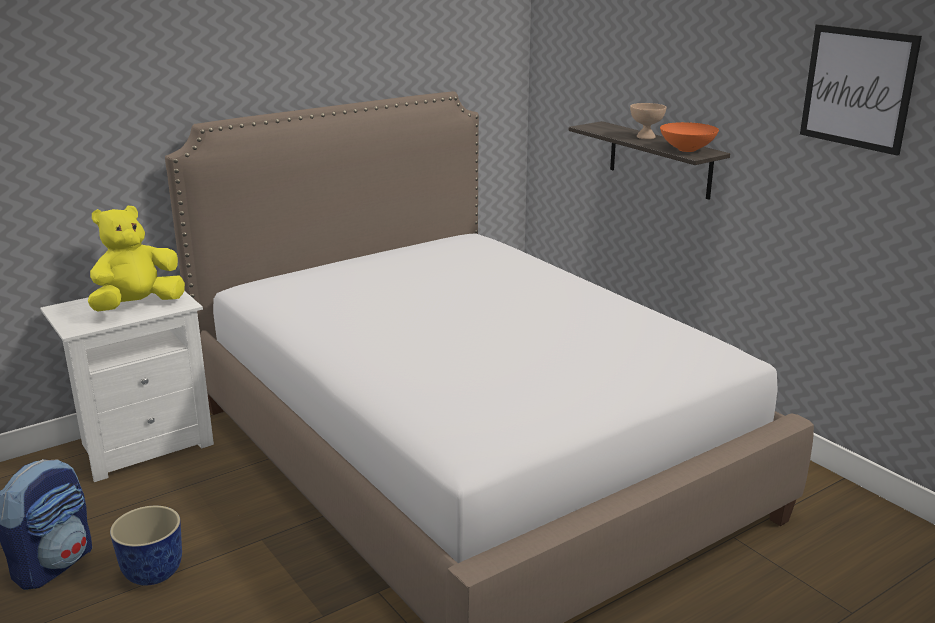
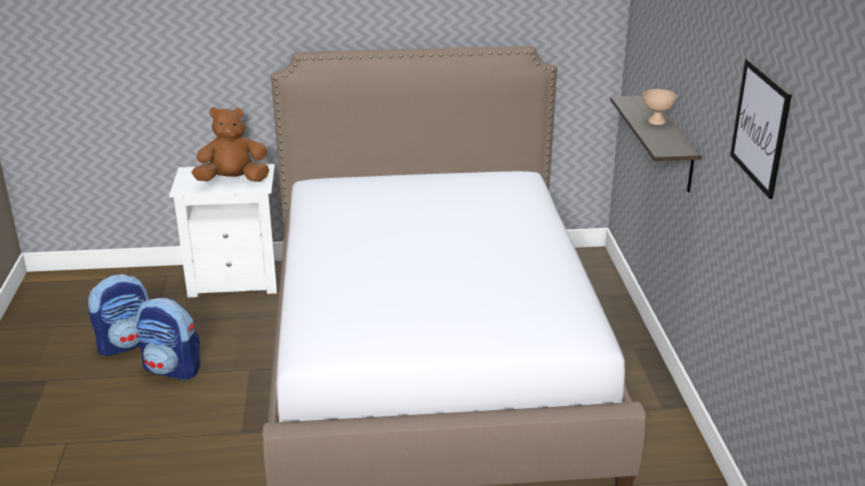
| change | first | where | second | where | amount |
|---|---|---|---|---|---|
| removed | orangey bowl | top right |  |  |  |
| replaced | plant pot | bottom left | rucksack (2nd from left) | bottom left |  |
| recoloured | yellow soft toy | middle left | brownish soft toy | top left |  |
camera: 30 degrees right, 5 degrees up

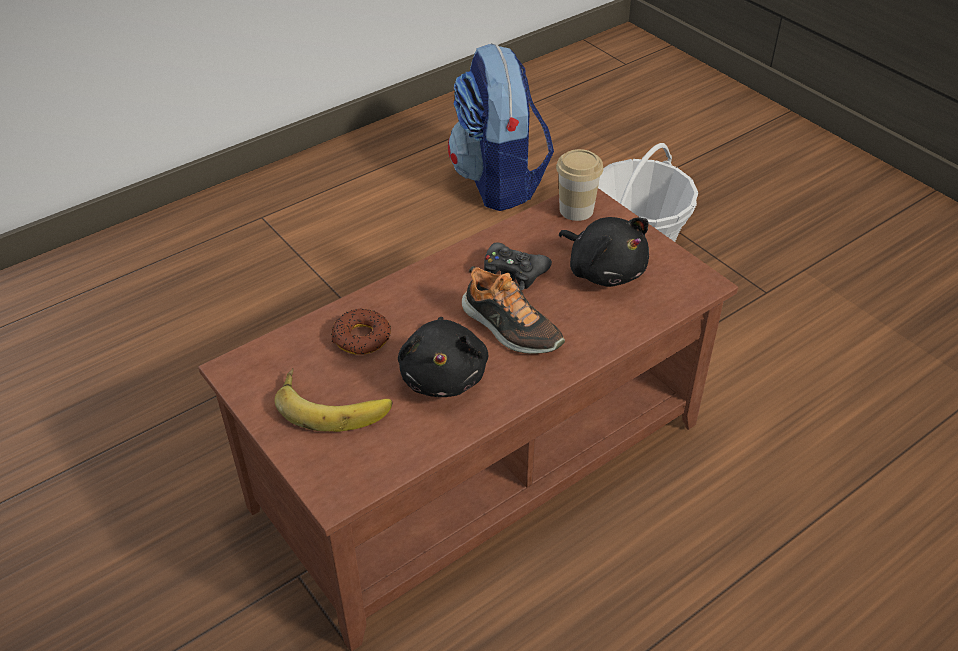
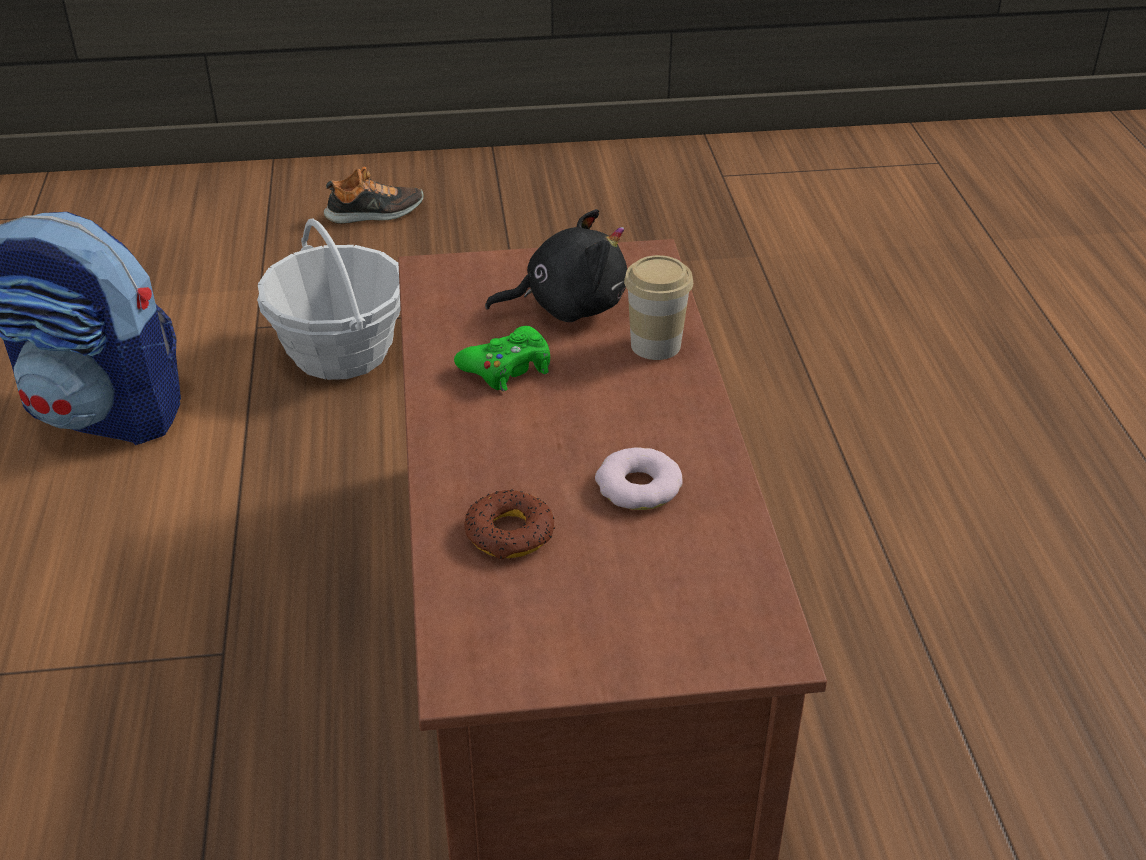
| change | first | where | second | where | amount |
|---|---|---|---|---|---|
| removed | whole banana | centre |  |  |  |
| moved | low shoe | centre |  | top left |  |
| moved | small cup | top centre |  | centre |  |
| replaced | black soft toy (1st from left) | centre | donut (2nd from left) | centre |  |
| recoloured | black game controller | centre | green-coloured game controller | centre |  |
camera: 60 degrees left, 5 degrees down

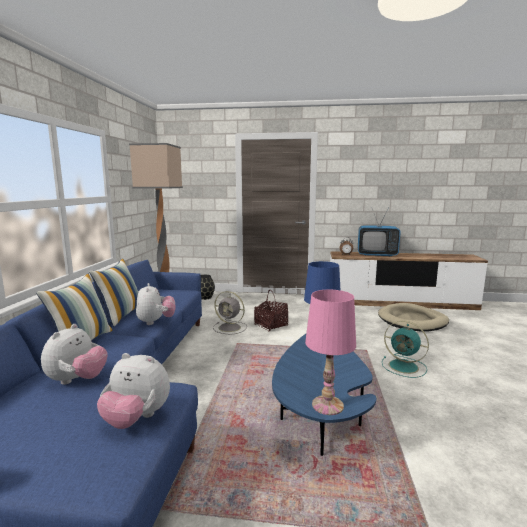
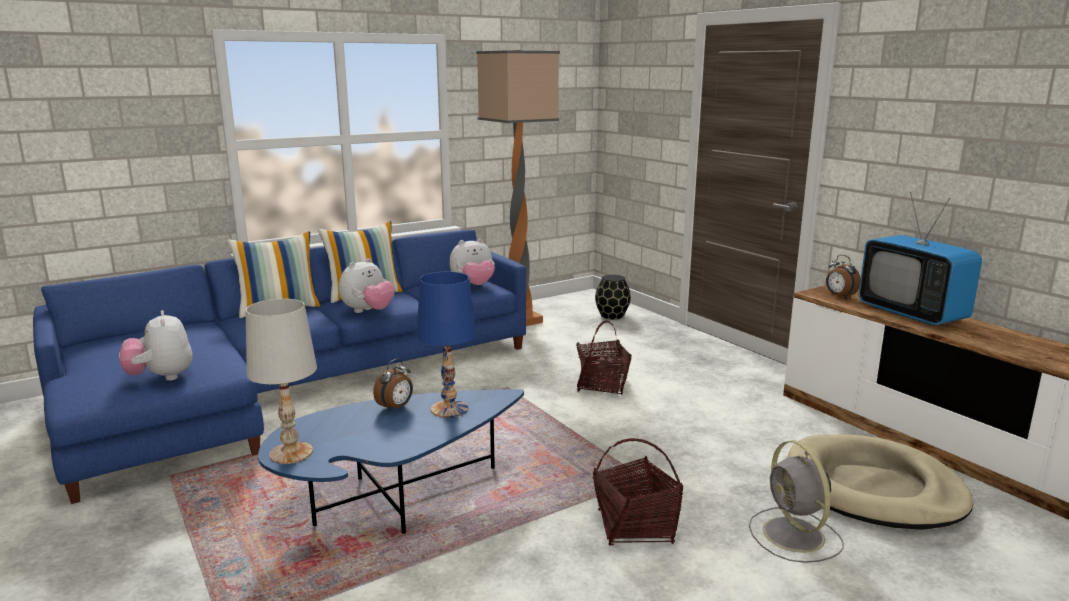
| change | first | where | second | where | amount |
|---|---|---|---|---|---|
| added |  |  | alarm clock (1st from left) | centre |  |
| moved | soft toy (1st from left in the first image) | bottom left | soft toy (3rd from left) | centre |  |
| moved | gray electric fan | centre |  | bottom right |  |
| replaced | turquoise-coloured electric fan | middle right | household basket (2nd from left) | bottom centre |  |
| recoloured | pink lamp for a table | bottom centre | white-coloured lamp for a table | middle left |  |
camera: 50 degrees right, 5 degrees up

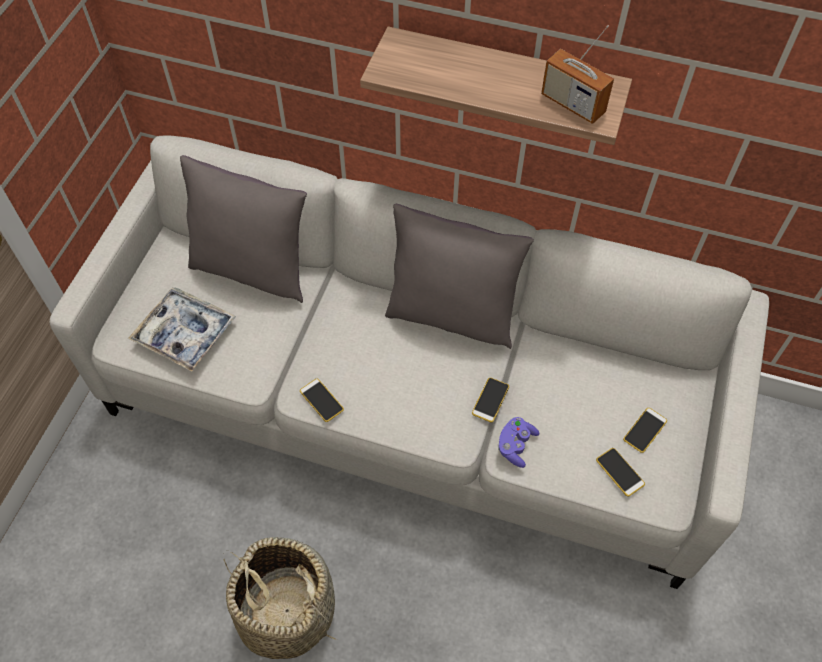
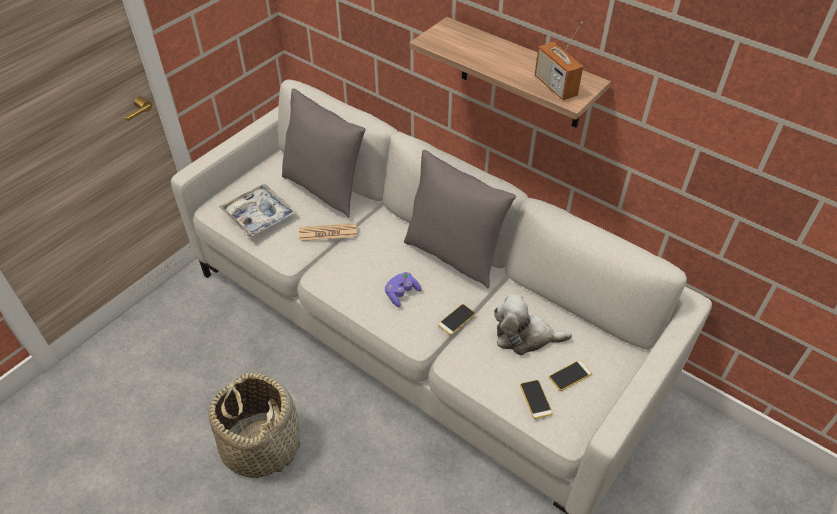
| change | first | where | second | where | amount |
|---|---|---|---|---|---|
| removed | handset (1st from left) | centre |  |  |  |
| added |  |  | printed paper | centre |  |
| added |  |  | soft toy | centre |  |
| moved | purplish game controller | bottom centre |  | centre |  |
camera: 20 degrees right, 10 degrees down

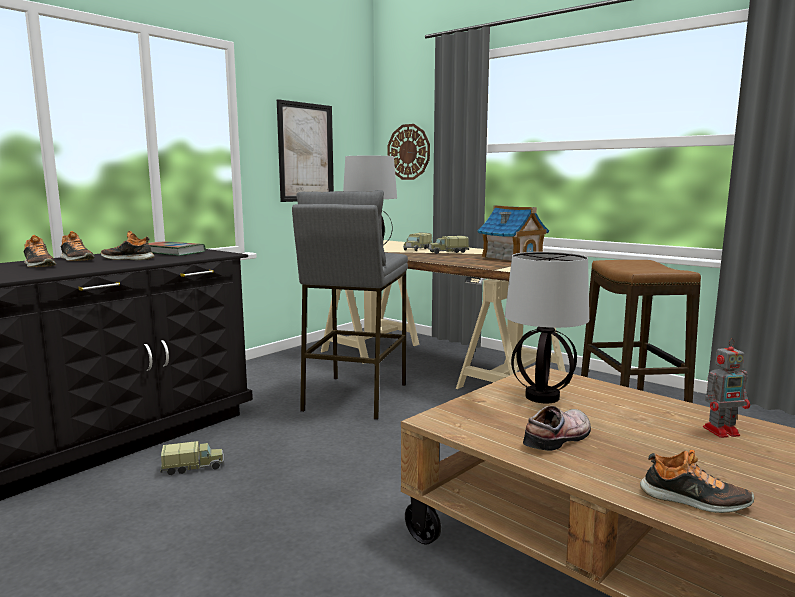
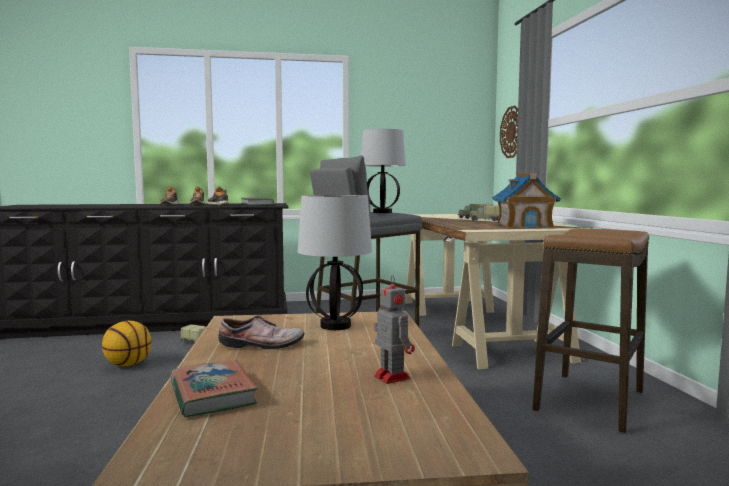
| change | first | where | second | where | amount |
|---|---|---|---|---|---|
| removed | wall picture | top centre |  |  |  |
| added |  |  | basketball | bottom left |  |
| replaced | low shoe (5th from left) | bottom right | bound book (1st from left) | bottom left |  |
| turned | model robot | middle right |  | bottom centre | 150 degrees counterclockwise |
camera: 40 degrees right, 5 degrees down

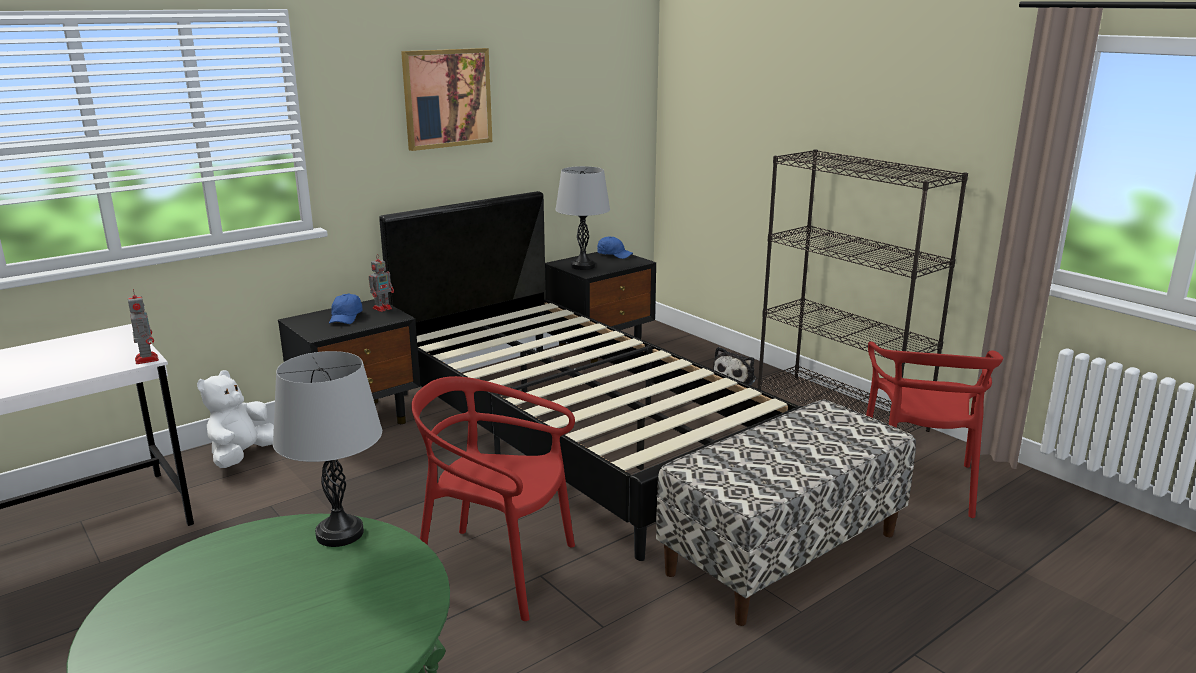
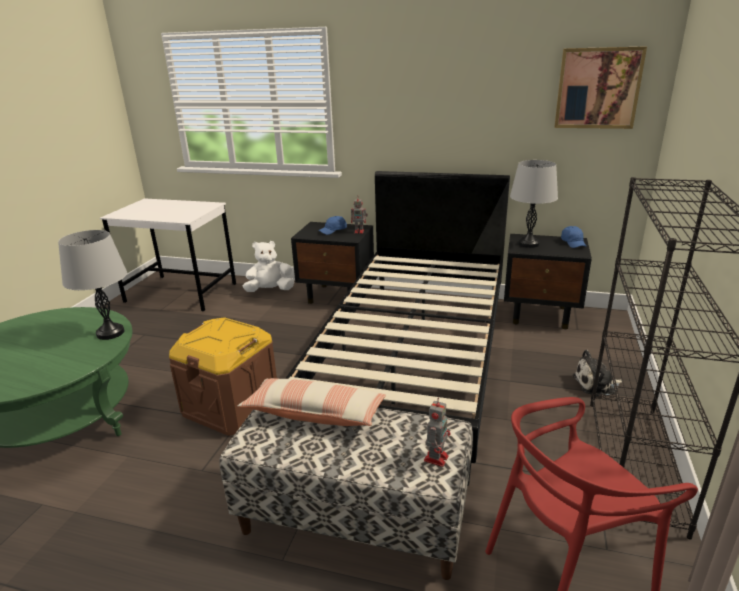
| change | first | where | second | where | amount |
|---|---|---|---|---|---|
| added |  |  | throw pillow | bottom centre |  |
| moved | model robot (1st from left in the first image) | middle left | model robot (2nd from left) | bottom centre |  |
| moved | wall picture | top centre |  | top right |  |
| replaced | red plain chair (1st from left) | bottom centre | brownish storage container | middle left |  |
camera: 55 degrees right, 5 degrees up

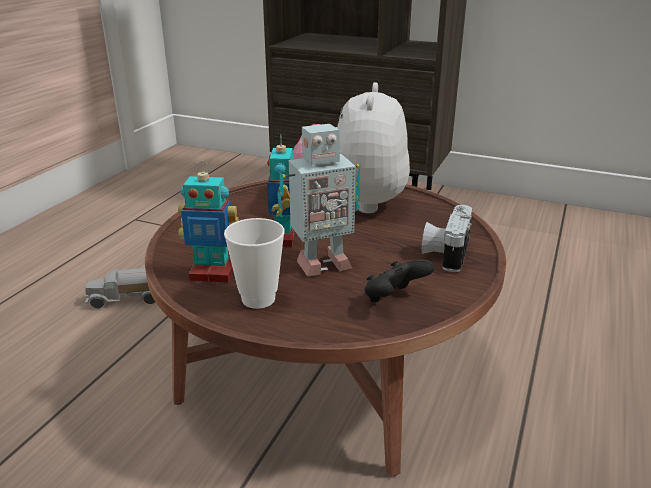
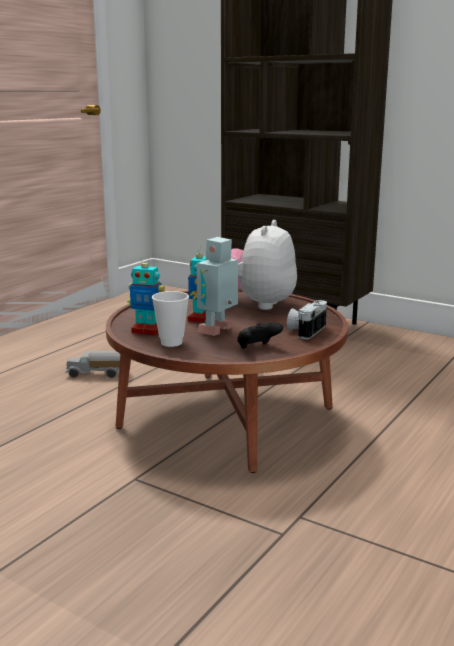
| change | first | where | second | where | amount |
|---|---|---|---|---|---|
| turned | model robot (3rd from left) | centre |  | centre | 135 degrees clockwise |
camera: 10 degrees right, 10 degrees down

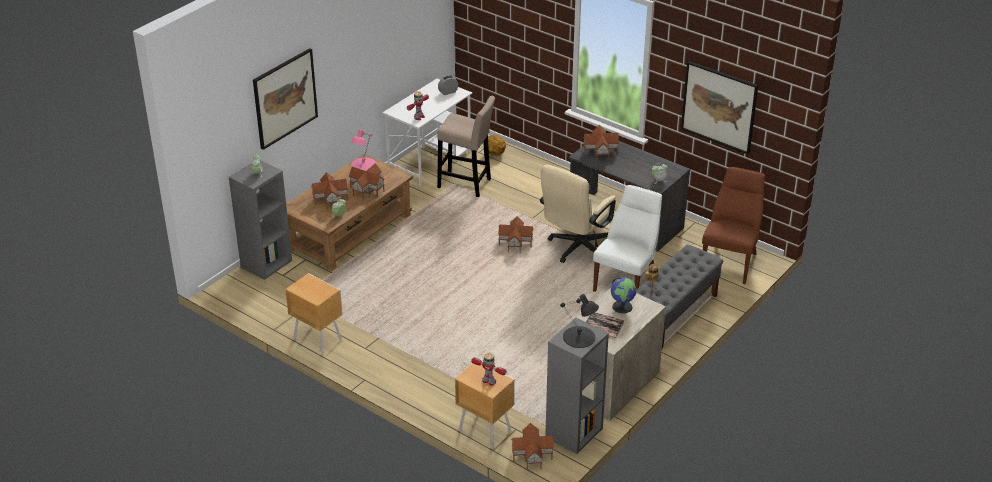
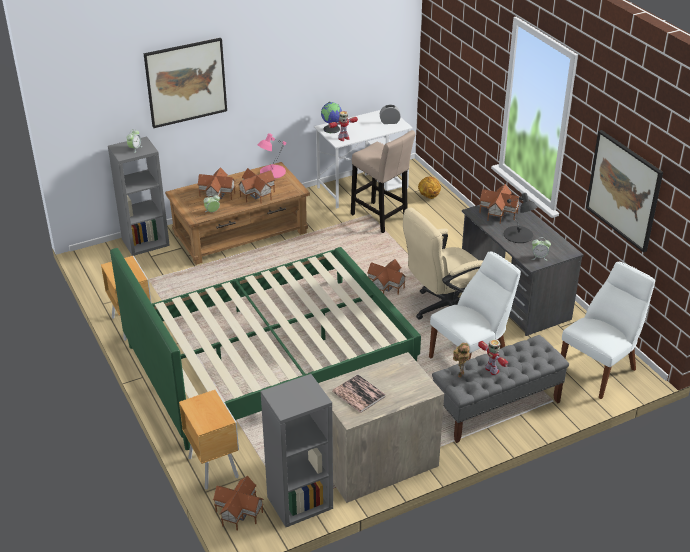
| change | first | where | second | where | amount |
|---|---|---|---|---|---|
| added |  |  | green-coloured bedroom bed | centre |  |
| moved | model robot (2nd from left in the first image) | bottom centre | model robot (3rd from left) | middle right |  |
| moved | black lamp for a table | centre |  | middle right |  |
| moved | globe | centre |  | top centre |  |
| recoloured | brownish plain chair | middle right | white-coloured plain chair (2nd from left) | middle right |  |
camera: 25 degrees right, 0 degrees up

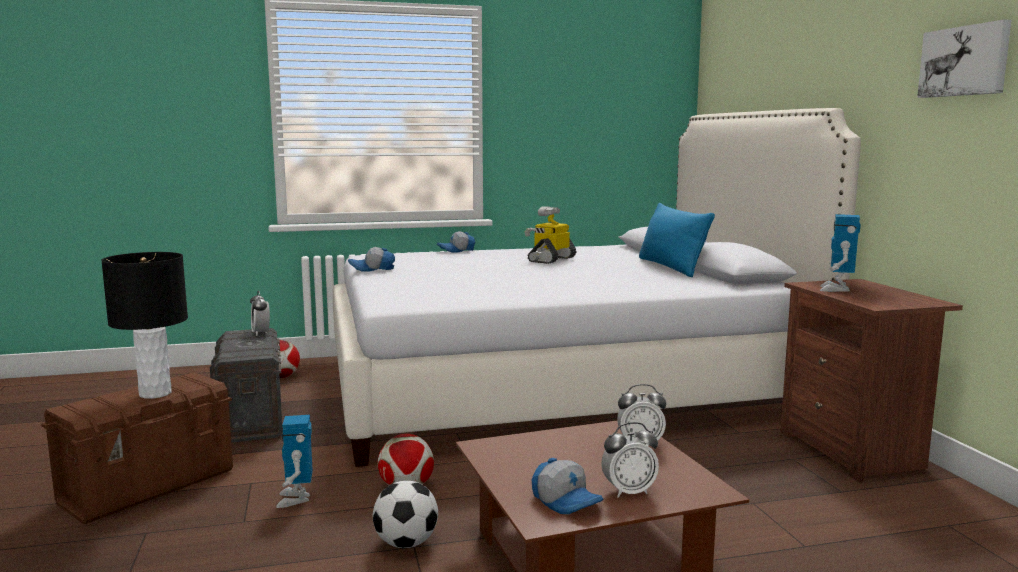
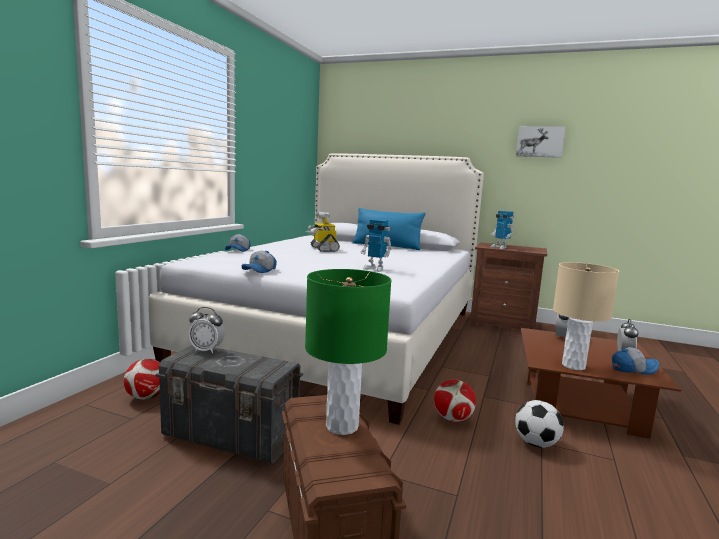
| change | first | where | second | where | amount |
|---|---|---|---|---|---|
| added |  |  | sand-coloured lamp for a table | middle right |  |
| moved | model robot (1st from left in the first image) | bottom left | model robot (2nd from left) | centre |  |
| recoloured | black lamp for a table | middle left | green-coloured lamp for a table | centre |  |
camera: 55 degrees left, 0 degrees up

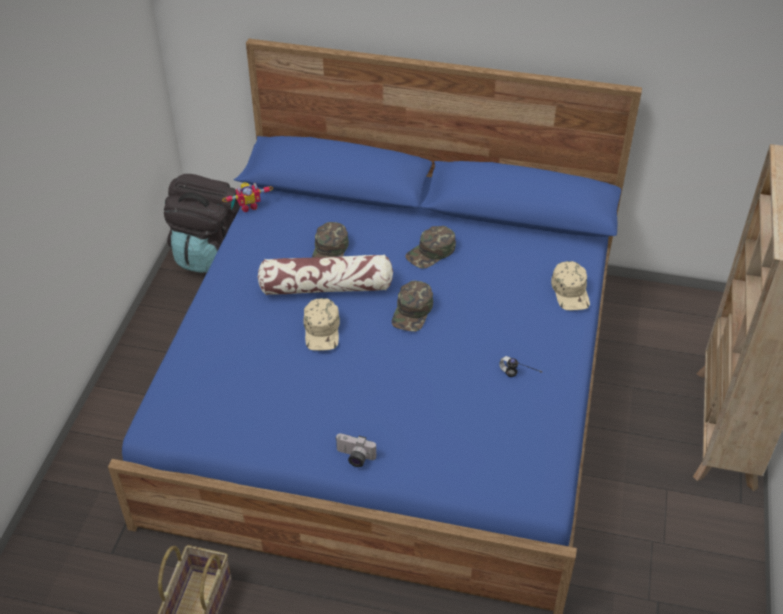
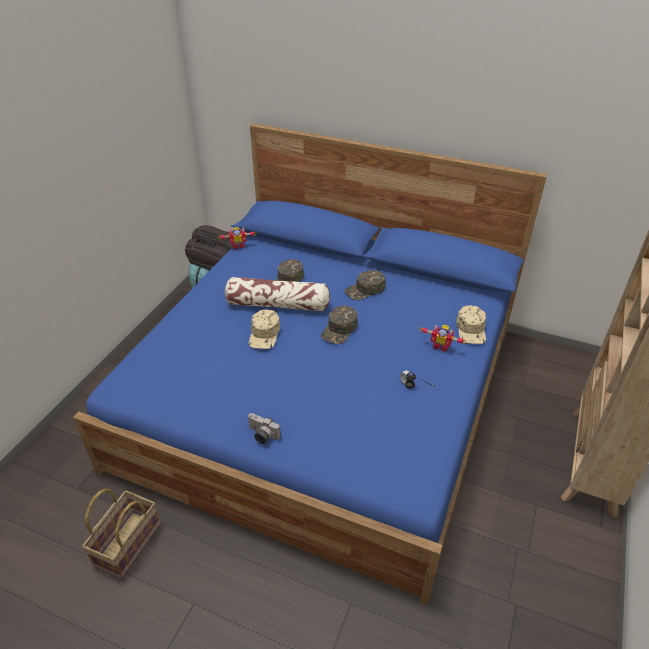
| change | first | where | second | where | amount |
|---|---|---|---|---|---|
| added |  |  | model robot (2nd from left) | middle right |  |
camera: 10 degrees right, 5 degrees down

